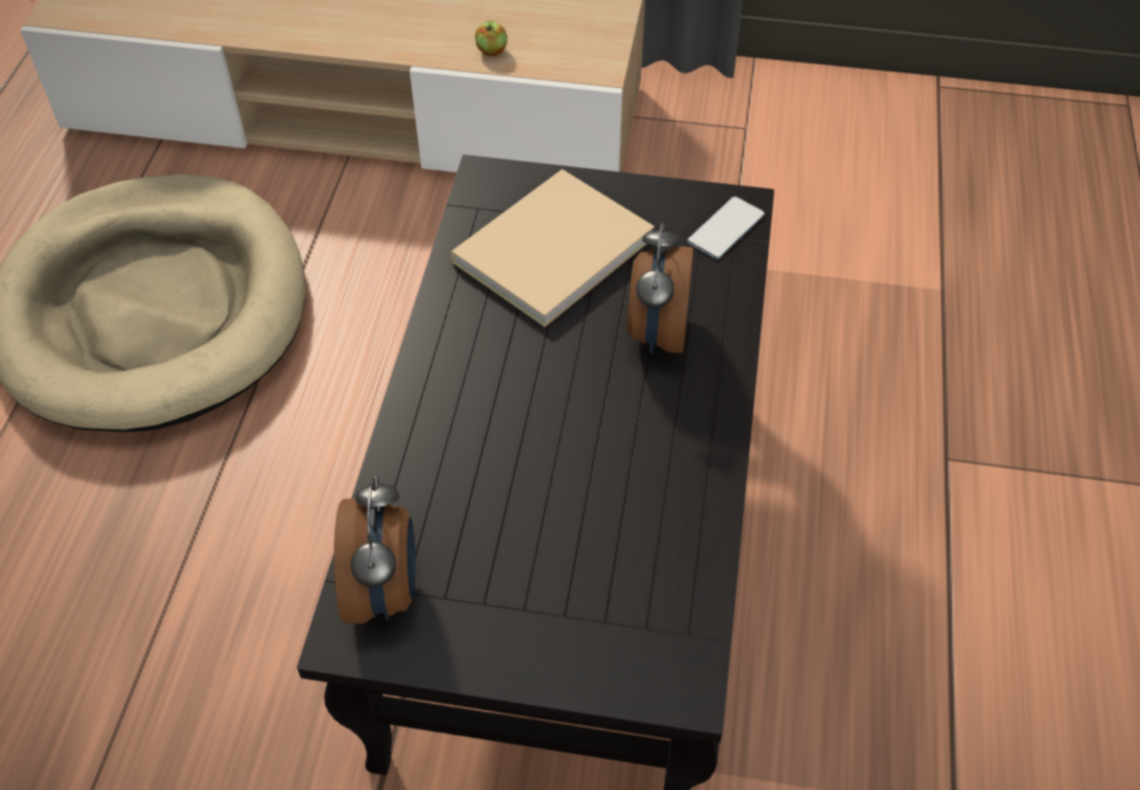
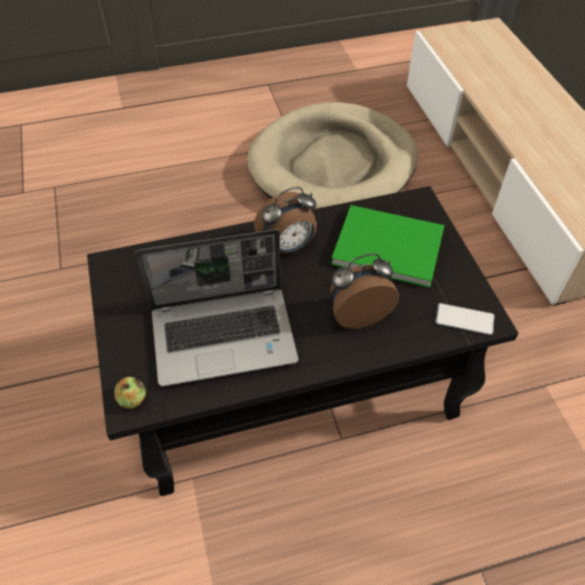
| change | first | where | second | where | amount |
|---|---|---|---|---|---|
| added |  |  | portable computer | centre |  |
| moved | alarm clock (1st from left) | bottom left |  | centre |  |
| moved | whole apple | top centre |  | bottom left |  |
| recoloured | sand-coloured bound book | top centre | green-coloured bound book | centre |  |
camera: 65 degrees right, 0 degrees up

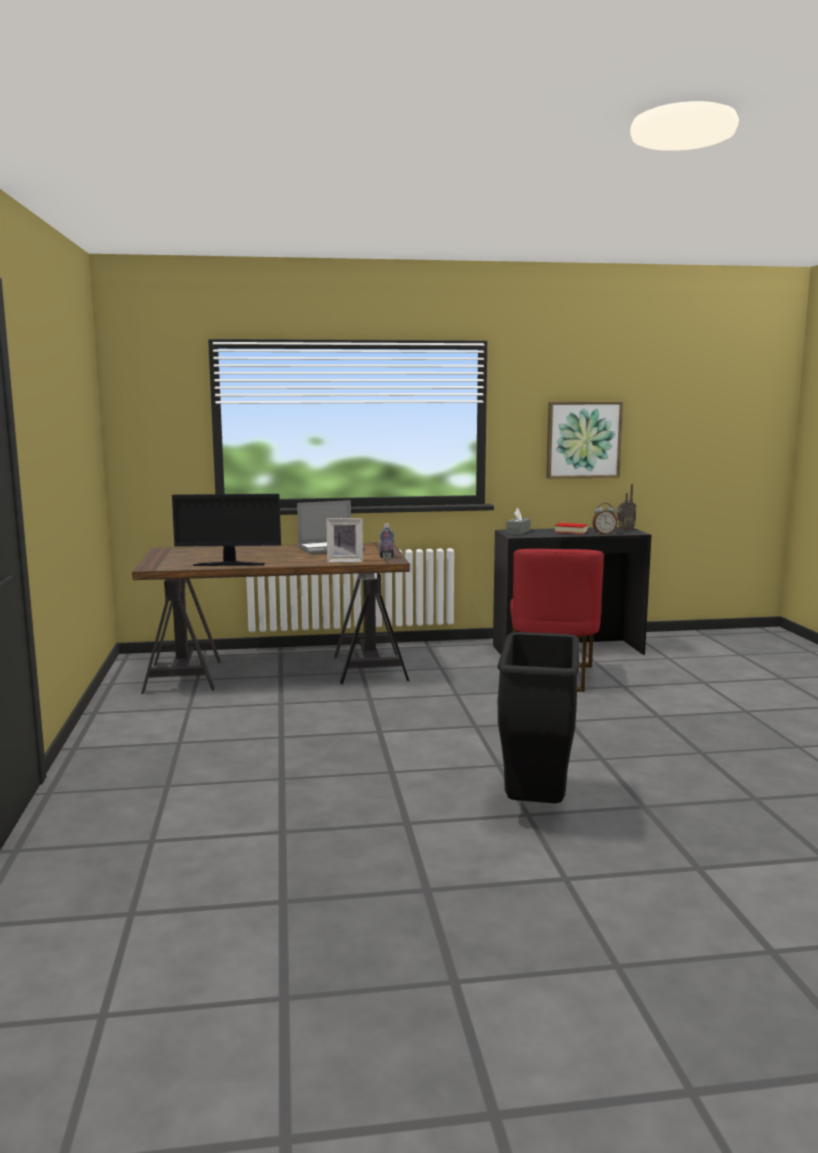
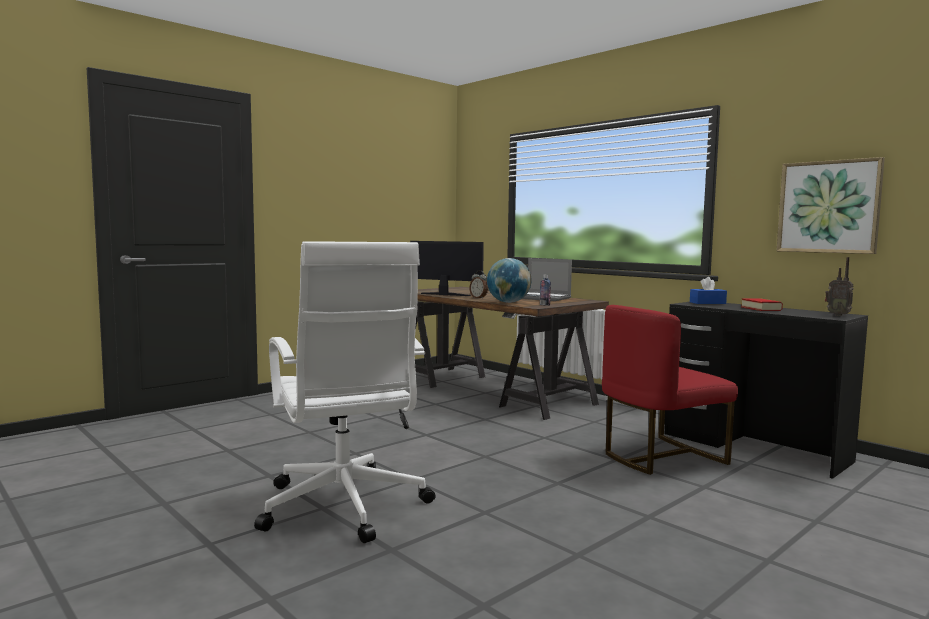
| change | first | where | second | where | amount |
|---|---|---|---|---|---|
| moved | alarm clock | middle right |  | centre |  |
| replaced | standing frame | centre | globe | centre |  |
| replaced | black rubbish bin | centre | white-coloured computer chair | centre |  |
| recoloured | gray box of tissues | centre | blue-coloured box of tissues | middle right |  |
| turned | monitor | middle left |  | centre | 150 degrees clockwise |
camera: 55 degrees right, 5 degrees down

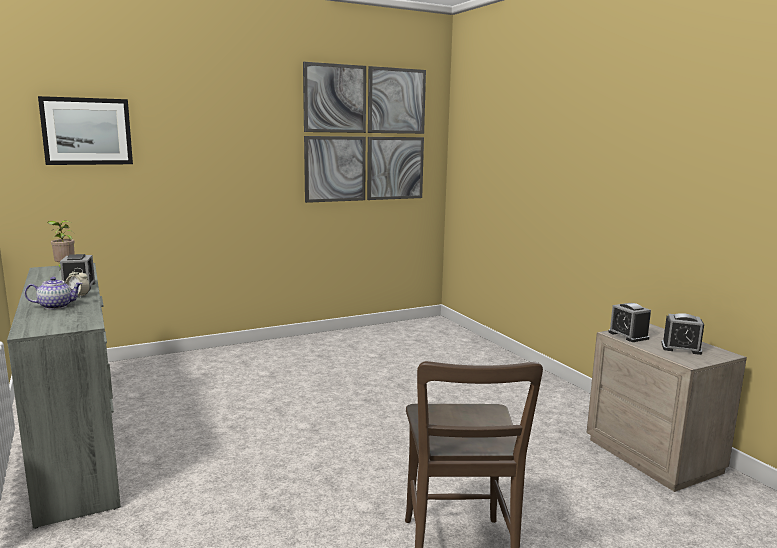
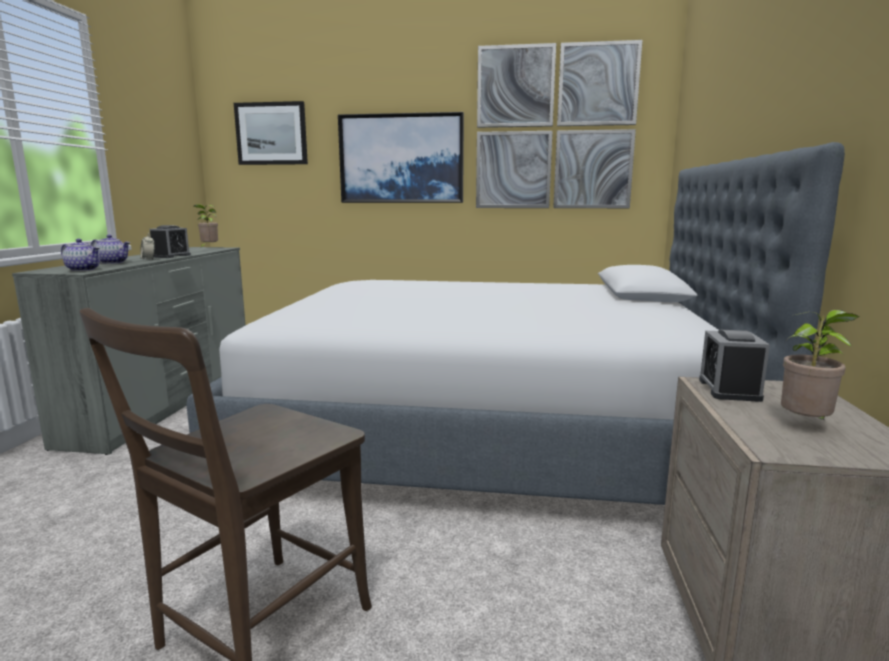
| change | first | where | second | where | amount |
|---|---|---|---|---|---|
| added |  |  | teapot (1st from left) | middle left |  |
| added |  |  | bedroom bed | centre |  |
| added |  |  | wall picture (2nd from left) | top centre |  |
| replaced | alarm clock (4th from left) | middle right | houseplant (2nd from left) | middle right |  |
camera: 35 degrees right, 0 degrees up

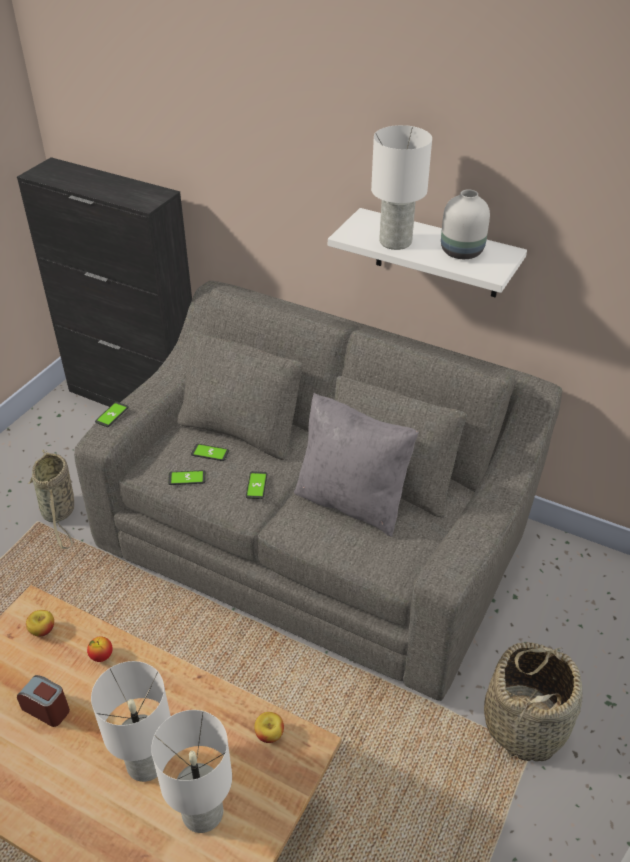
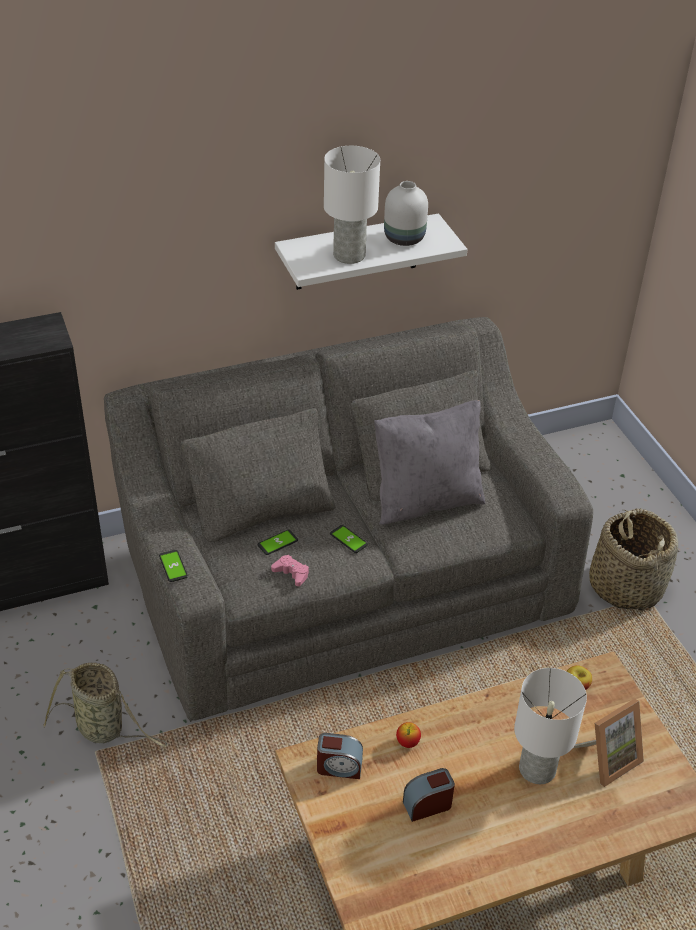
| change | first | where | second | where | amount |
|---|---|---|---|---|---|
| replaced | whole apple (1st from left) | bottom left | alarm clock (1st from left) | bottom centre |  |
| replaced | white-coloured lamp for a table (2nd from left) | bottom left | standing frame | bottom right |  |
| replaced | handset (2nd from left) | middle left | pink game controller | centre |  |
camera: 50 degrees left, 0 degrees up

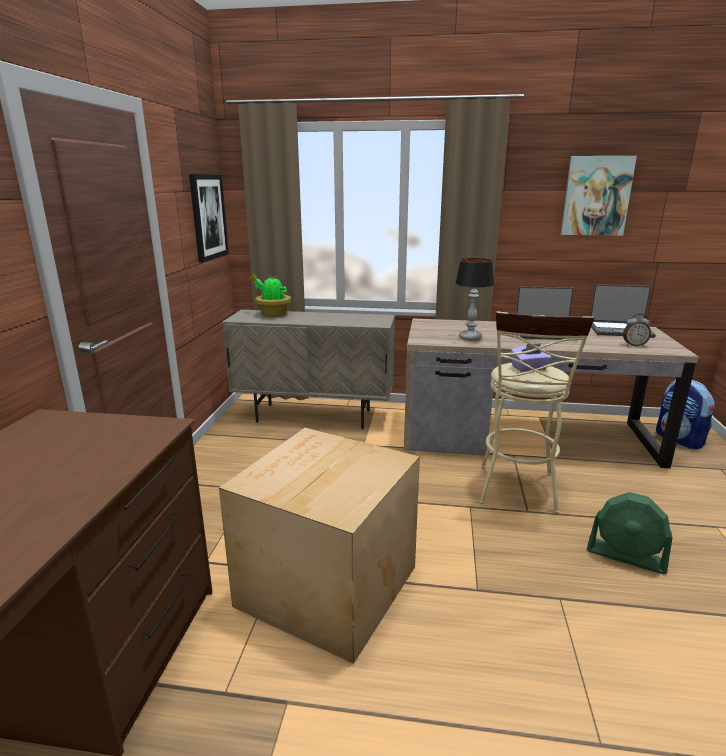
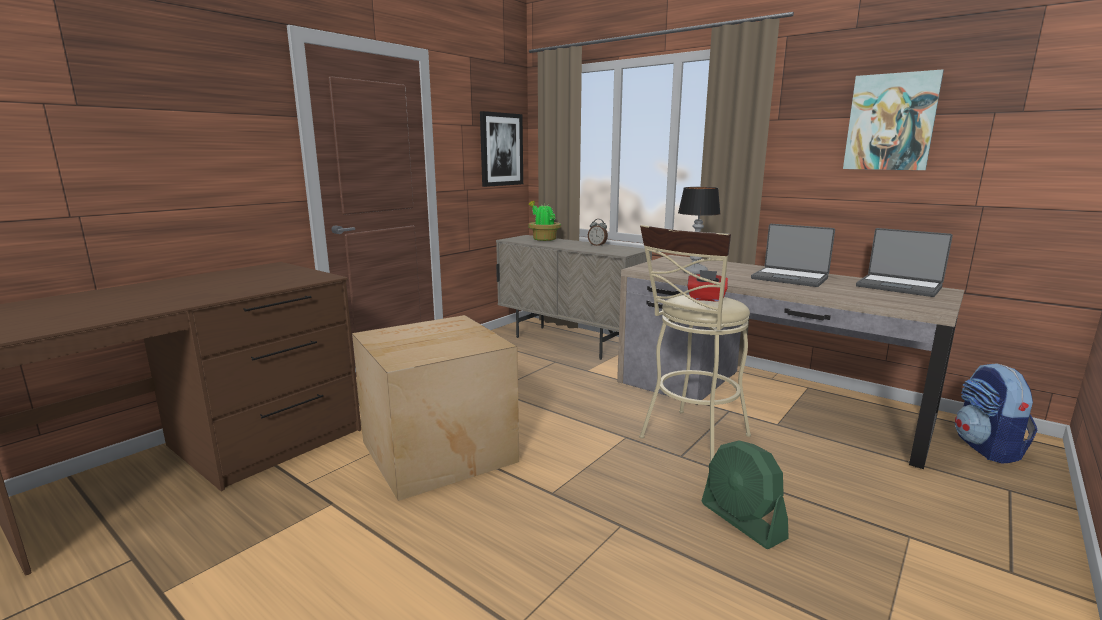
| change | first | where | second | where | amount |
|---|---|---|---|---|---|
| moved | alarm clock | middle right |  | centre |  |
| recoloured | purplish box of tissues | middle right | red box of tissues | centre |  |
camera: 30 degrees right, 5 degrees down

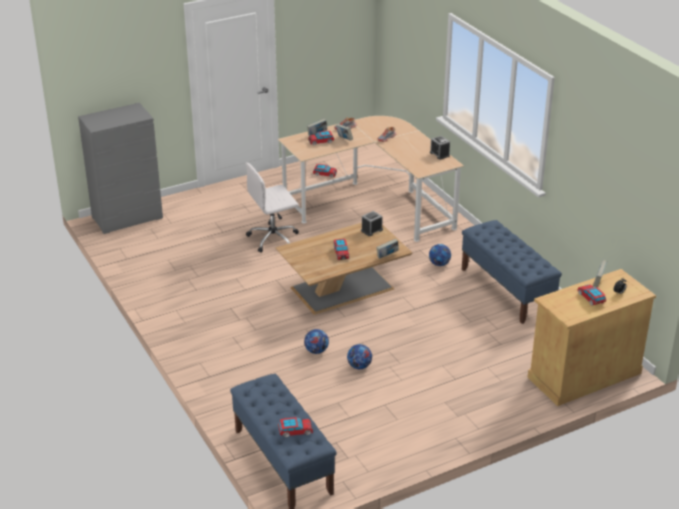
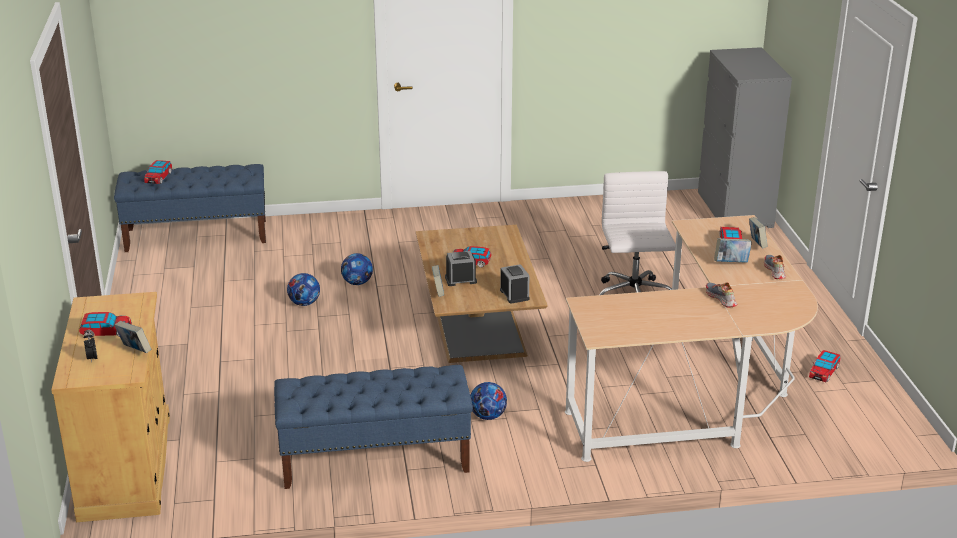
| change | first | where | second | where | amount |
|---|---|---|---|---|---|
| moved | alarm clock (2nd from left) | top centre |  | centre |  |
camera: 110 degrees right, 5 degrees down

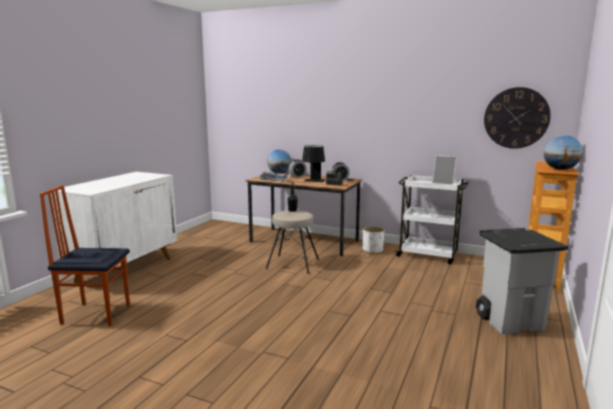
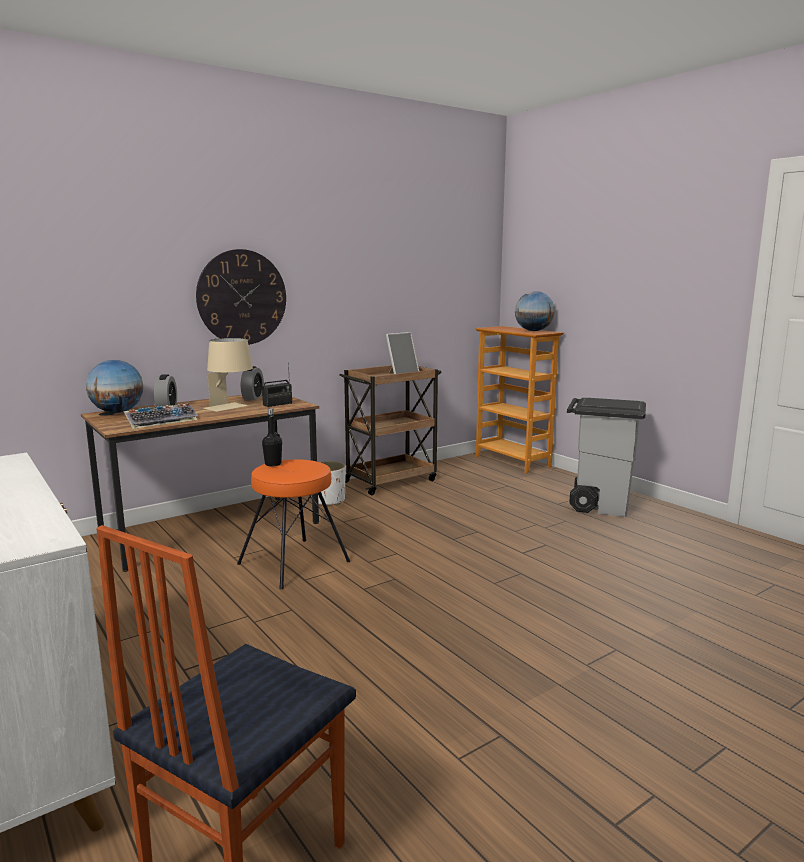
| change | first | where | second | where | amount |
|---|---|---|---|---|---|
| moved | clock on the wall | top right |  | middle left |  |
| recoloured | sand-coloured sitting stool | centre | orangey sitting stool | centre |  |
| recoloured | black lamp for a table | centre | sand-coloured lamp for a table | middle left |  |
| recoloured | white-coloured wheeled cart | middle right | brownish wheeled cart | centre |  |
camera: 60 degrees left, 0 degrees up

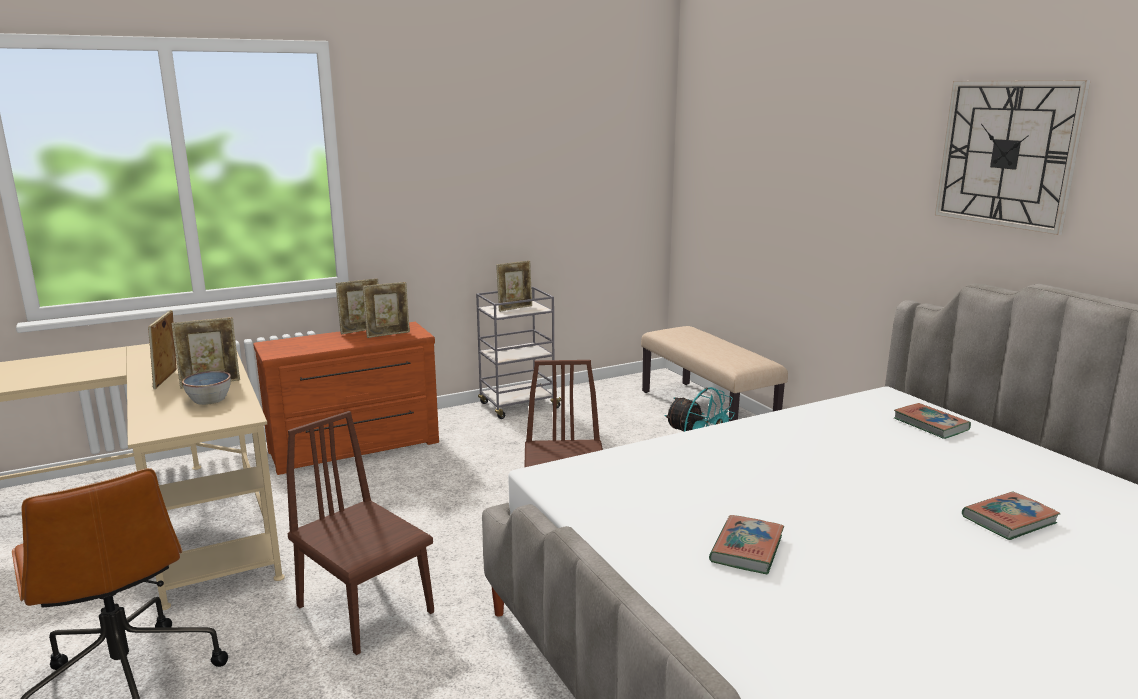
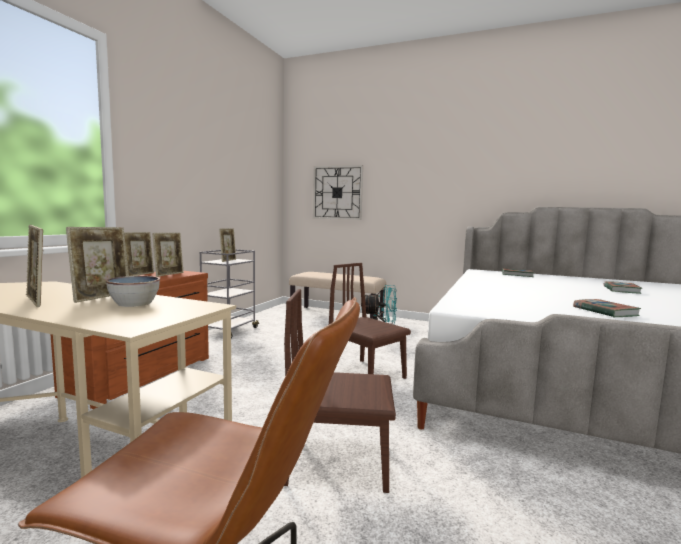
| change | first | where | second | where | amount |
|---|---|---|---|---|---|
| moved | clock on the wall | top right |  | centre |  |
camera: 40 degrees left, 10 degrees down

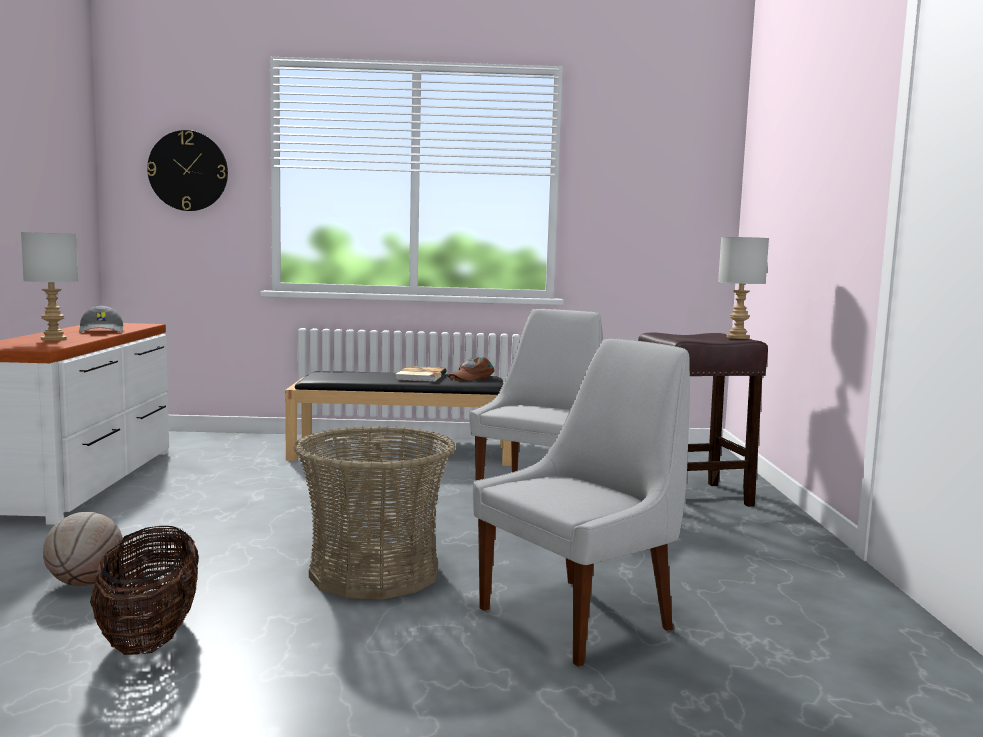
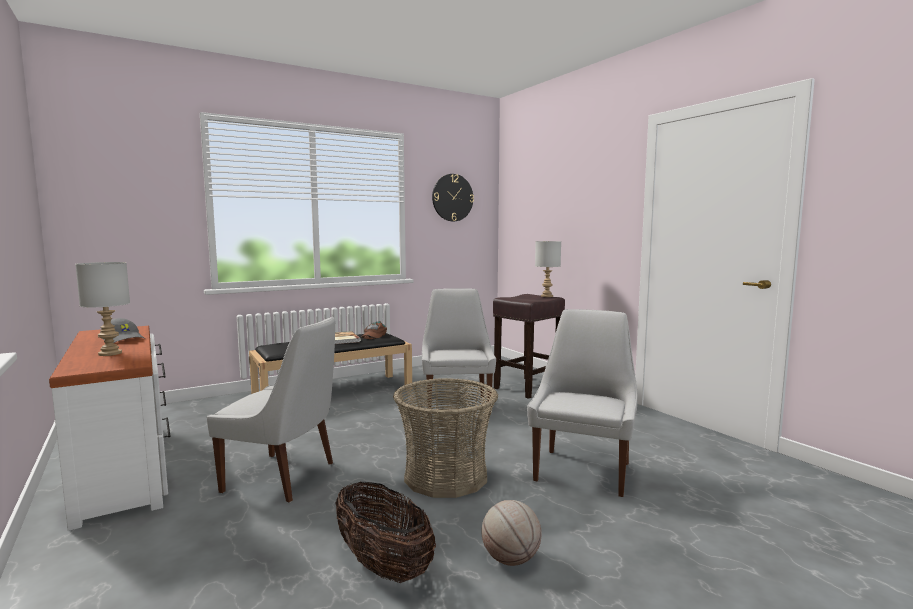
| change | first | where | second | where | amount |
|---|---|---|---|---|---|
| added |  |  | white-coloured plain chair (1st from left) | bottom left |  |
| moved | basketball | bottom left |  | bottom centre |  |
| moved | clock on the wall | top left |  | top centre |  |
camera: 30 degrees left, 0 degrees up

